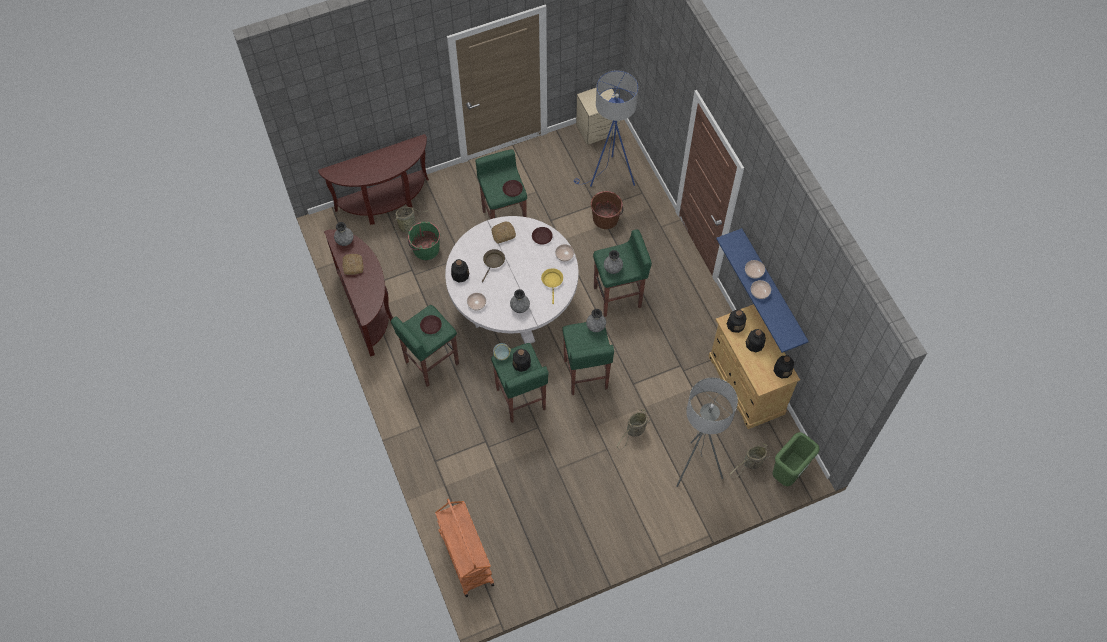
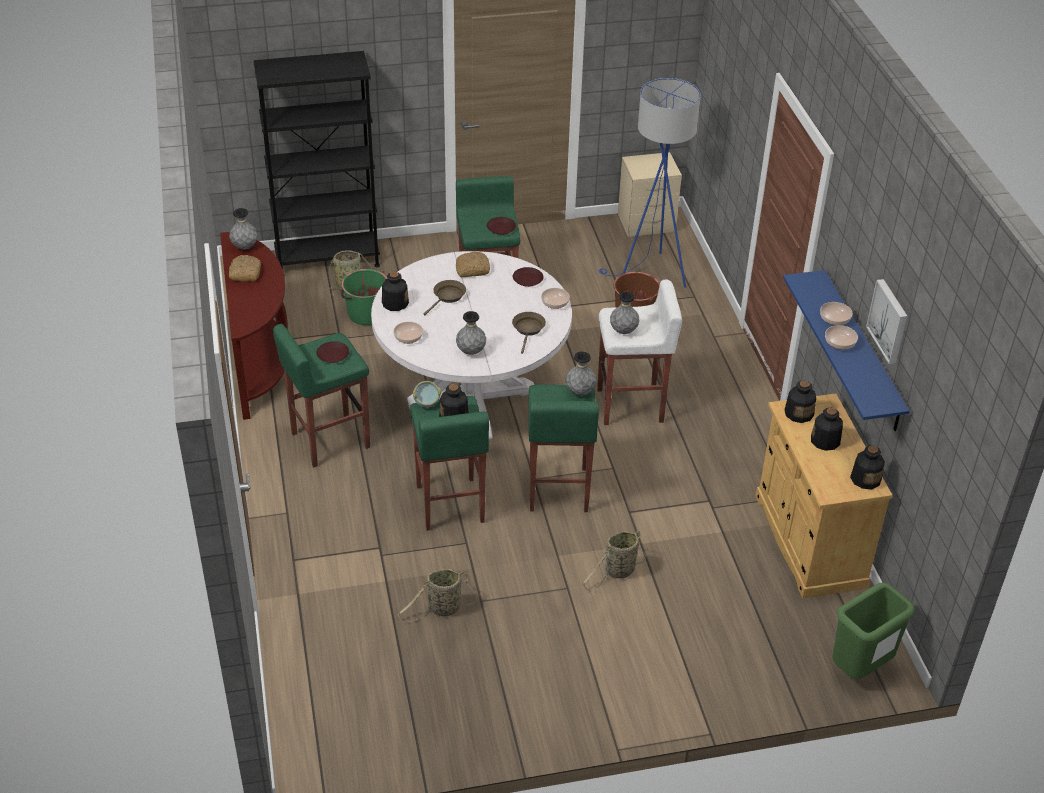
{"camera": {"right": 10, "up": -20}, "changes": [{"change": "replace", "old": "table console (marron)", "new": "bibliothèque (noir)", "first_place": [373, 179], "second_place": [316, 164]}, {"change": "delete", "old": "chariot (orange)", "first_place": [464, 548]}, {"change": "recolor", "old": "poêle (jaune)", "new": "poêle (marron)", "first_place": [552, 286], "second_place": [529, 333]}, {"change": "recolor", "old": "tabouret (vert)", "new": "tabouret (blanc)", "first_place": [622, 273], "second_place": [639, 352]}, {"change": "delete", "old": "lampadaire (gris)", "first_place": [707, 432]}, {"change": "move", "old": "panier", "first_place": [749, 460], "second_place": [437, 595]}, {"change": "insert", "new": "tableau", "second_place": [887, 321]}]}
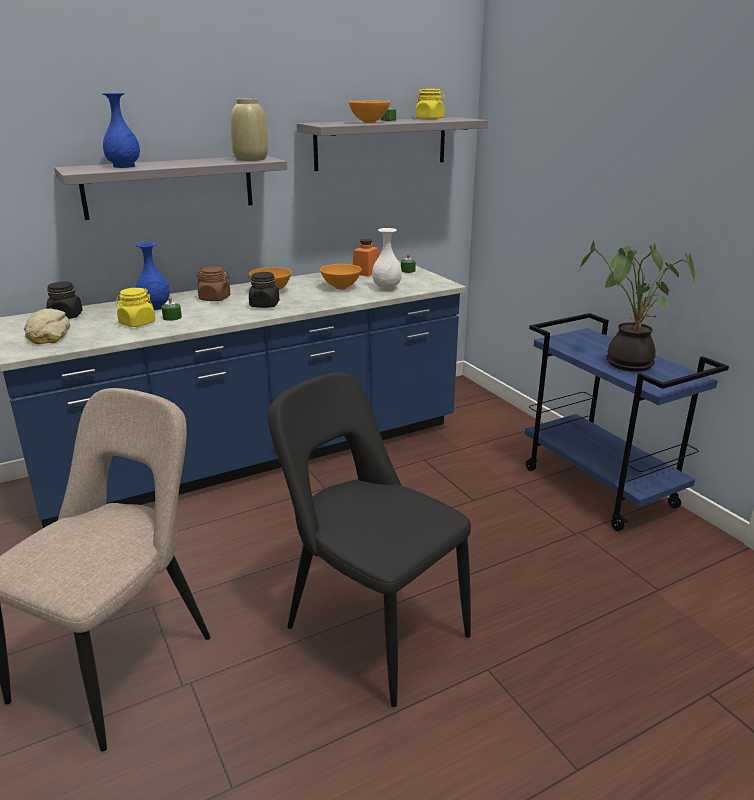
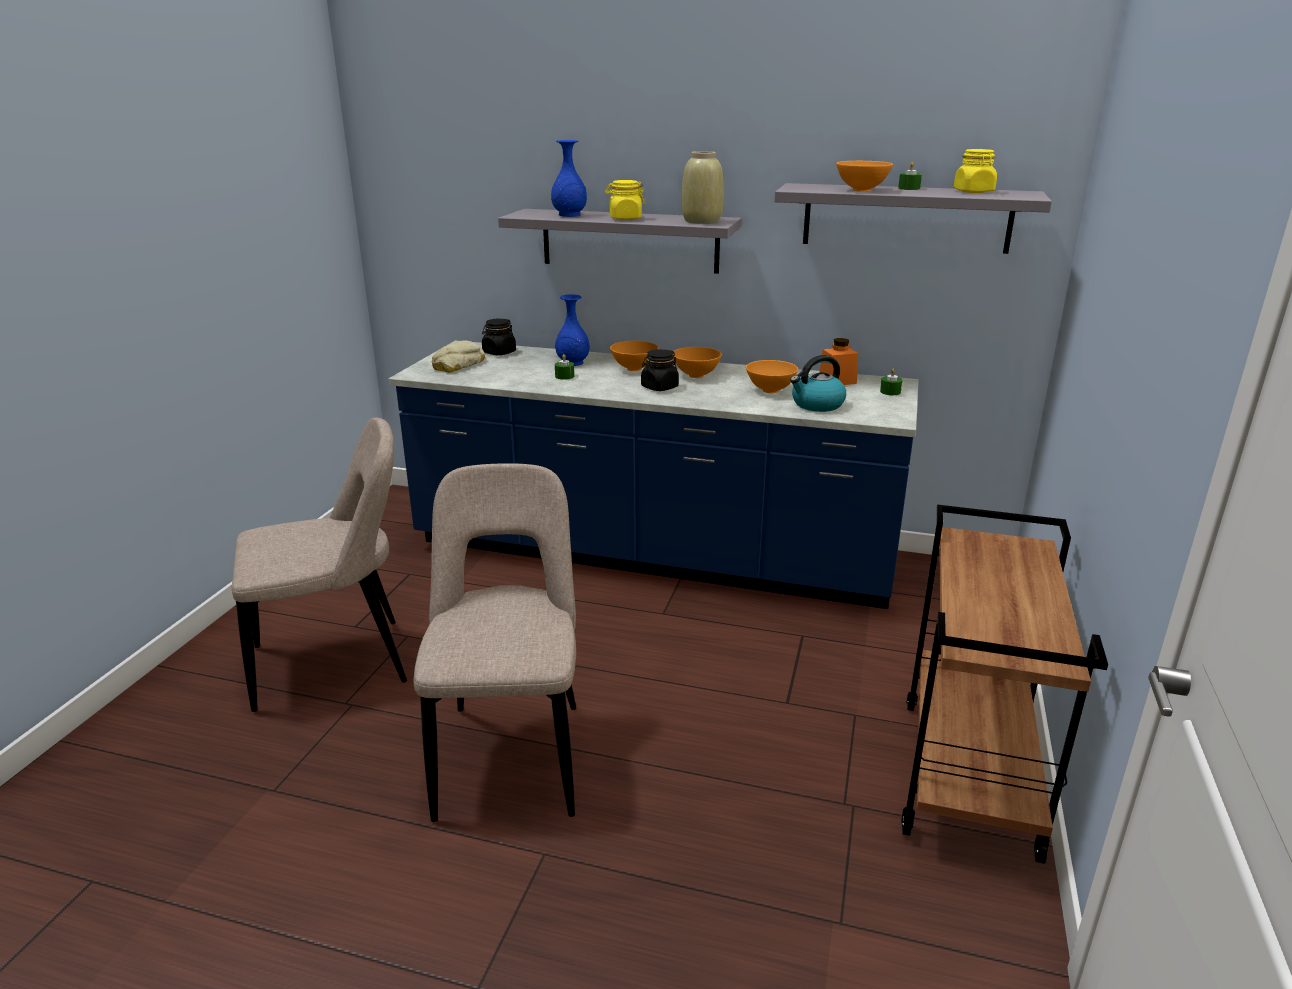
{"camera": {"right": 45, "up": 0}, "changes": [{"change": "move", "old": "bocal (jaune)", "first_place": [135, 307], "second_place": [625, 200]}, {"change": "replace", "old": "bocal (marron)", "new": "bol (orange)", "first_place": [213, 283], "second_place": [634, 356]}, {"change": "recolor", "old": "chaise (noir)", "new": "chaise (beige)", "first_place": [369, 539], "second_place": [494, 642]}, {"change": "replace", "old": "vase (blanc)", "new": "bouilloire", "first_place": [387, 259], "second_place": [818, 383]}, {"change": "recolor", "old": "chariot (bleu)", "new": "chariot (marron)", "first_place": [627, 422], "second_place": [1004, 684]}, {"change": "delete", "old": "plante en pot", "first_place": [637, 306]}]}
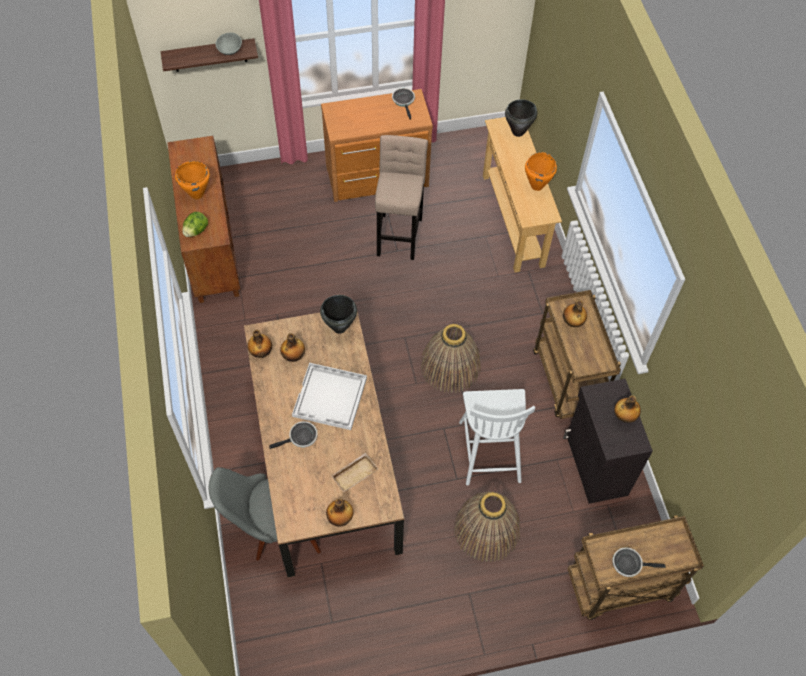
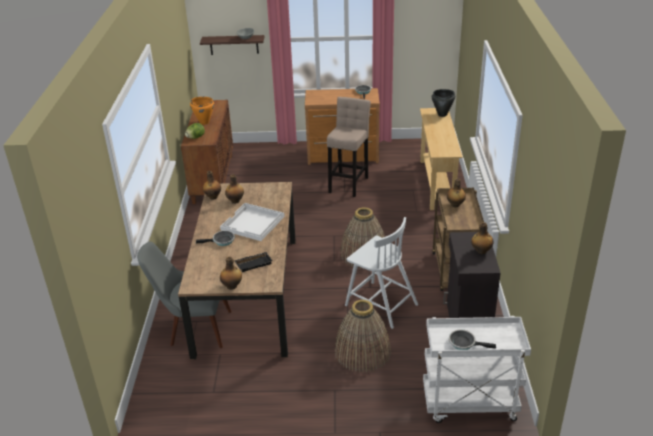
{"camera": {"right": 15, "up": -25}, "changes": [{"change": "delete", "old": "marmite (noir)", "first_place": [338, 314]}, {"change": "recolor", "old": "plateau (beige)", "new": "plateau (noir)", "first_place": [354, 472], "second_place": [253, 262]}, {"change": "rotate", "old": "chaise (blanc)", "first_place": [497, 437], "second_place": [381, 273], "degrees": -60}, {"change": "delete", "old": "marmite (orange)", "first_place": [541, 171]}, {"change": "recolor", "old": "chariot (marron)", "new": "chariot (blanc)", "first_place": [635, 567], "second_place": [477, 369]}]}
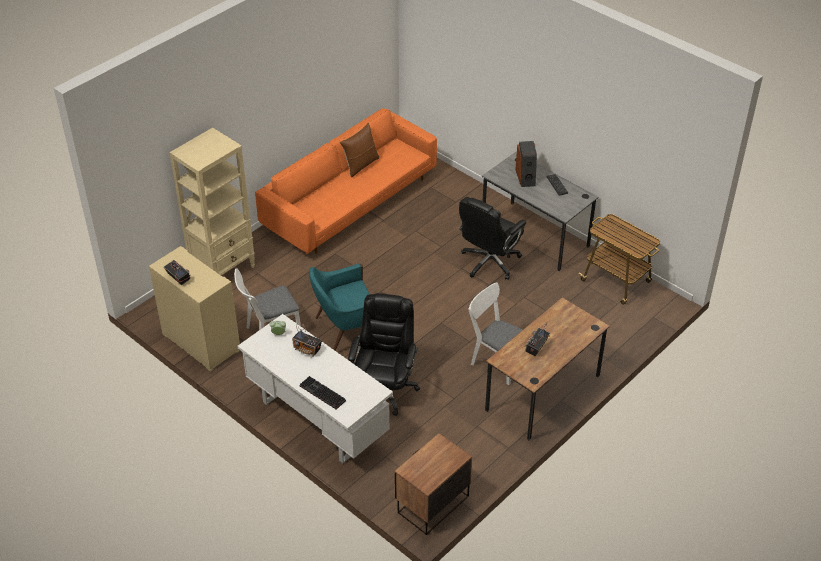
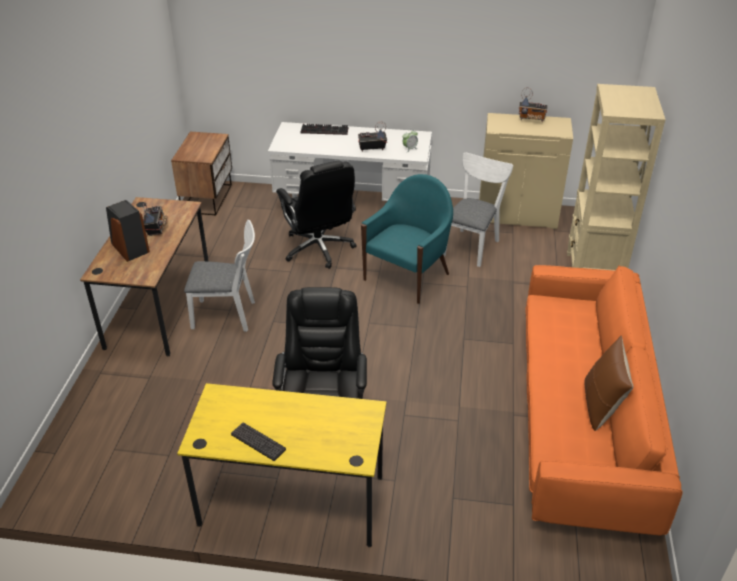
{"camera": {"right": 145, "up": -5}, "changes": [{"change": "recolor", "old": "bureau (gris)", "new": "bureau (jaune)", "first_place": [540, 211], "second_place": [281, 465]}, {"change": "move", "old": "enceinte", "first_place": [526, 164], "second_place": [128, 231]}, {"change": "delete", "old": "chariot", "first_place": [619, 259]}]}
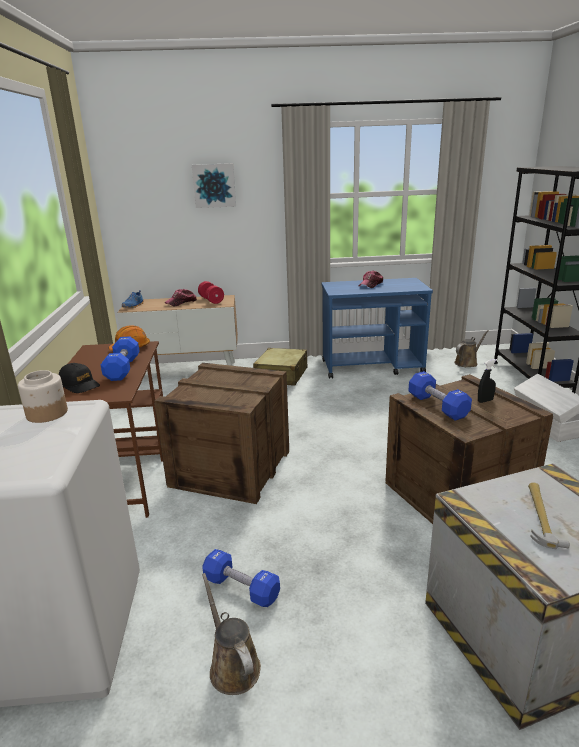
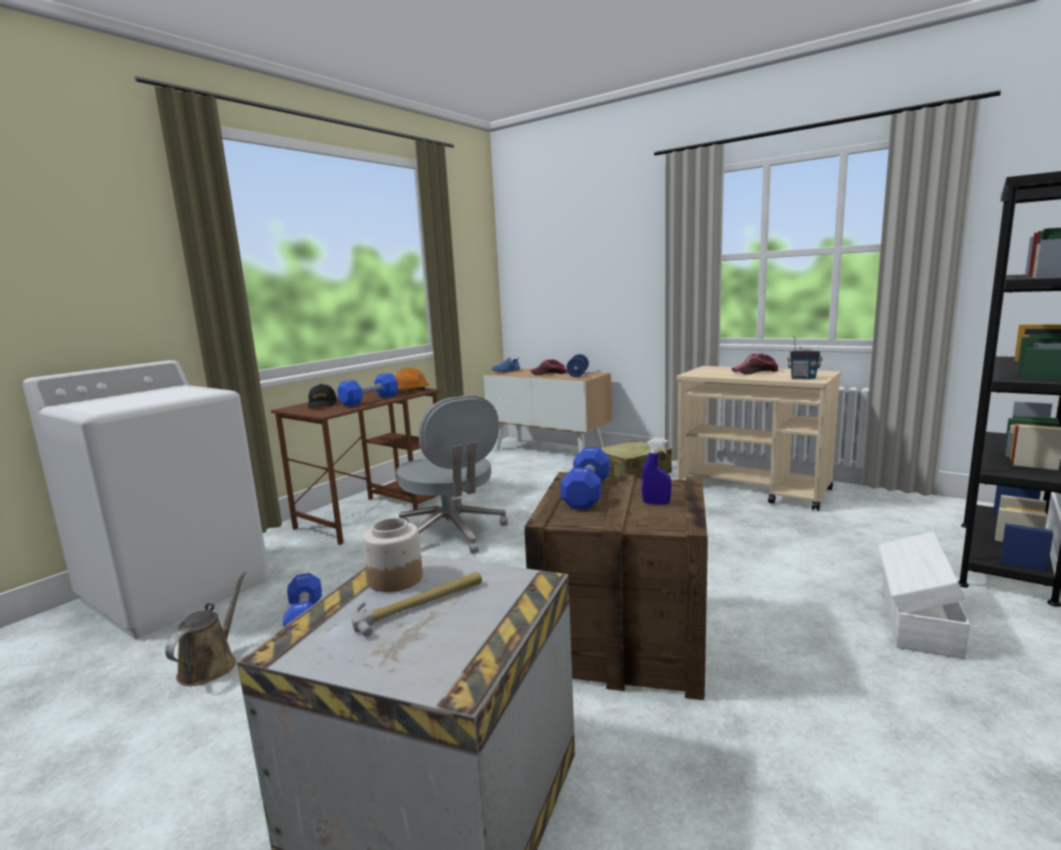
{"camera": {"right": 40, "up": -10}, "changes": [{"change": "move", "old": "bocal", "first_place": [43, 396], "second_place": [393, 555]}, {"change": "replace", "old": "caisse", "new": "chaise de bureau (gris)", "first_place": [221, 433], "second_place": [452, 474]}, {"change": "delete", "old": "tableau", "first_place": [214, 185]}, {"change": "recolor", "old": "haltère (rouge)", "new": "haltère (bleu)", "first_place": [211, 292], "second_place": [577, 365]}, {"change": "recolor", "old": "chariot (bleu)", "new": "chariot (beige)", "first_place": [377, 328], "second_place": [759, 438]}, {"change": "delete", "old": "arrosoir (marron)", "first_place": [471, 348]}, {"change": "recolor", "old": "vaporisateur (noir)", "new": "vaporisateur (bleu)", "first_place": [487, 381], "second_place": [656, 472]}, {"change": "insert", "new": "radio", "second_place": [804, 357]}]}
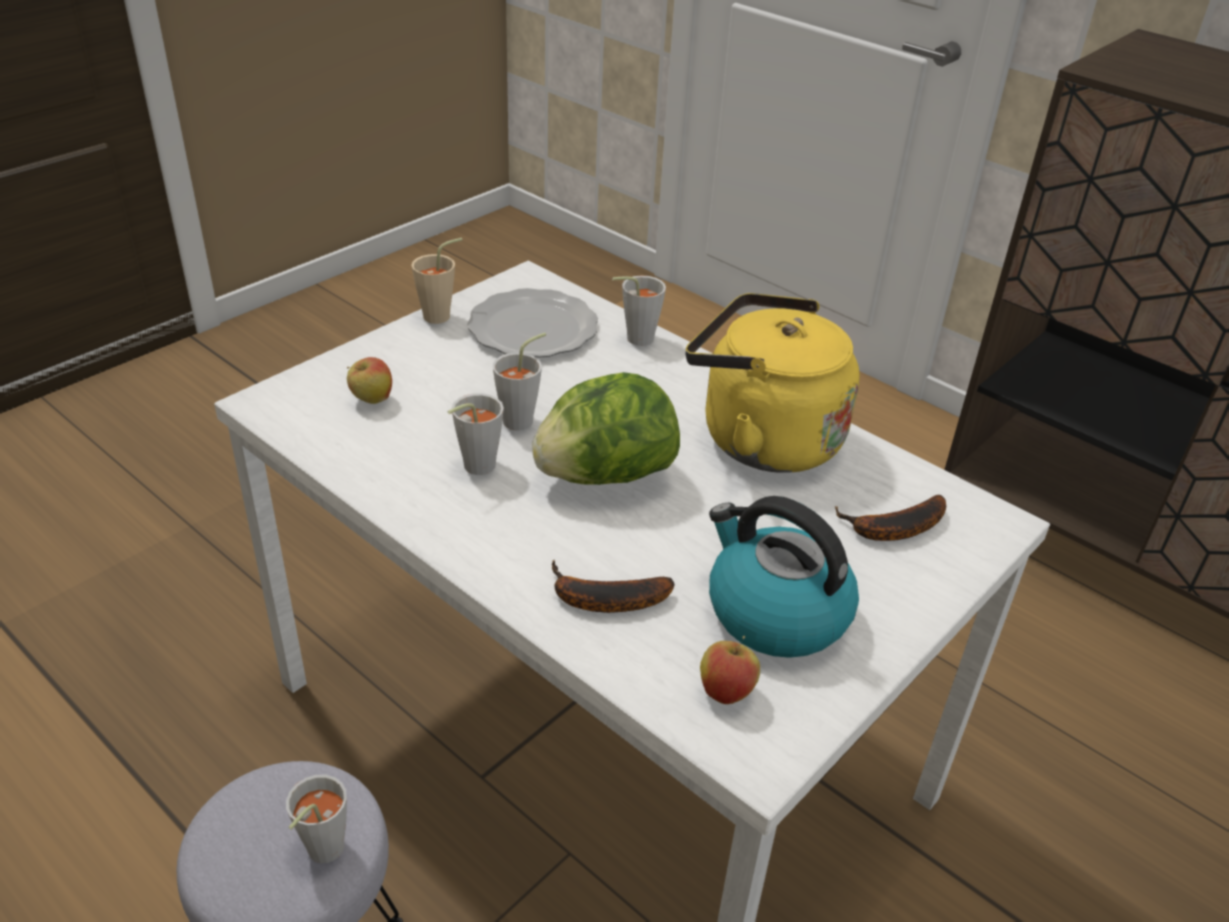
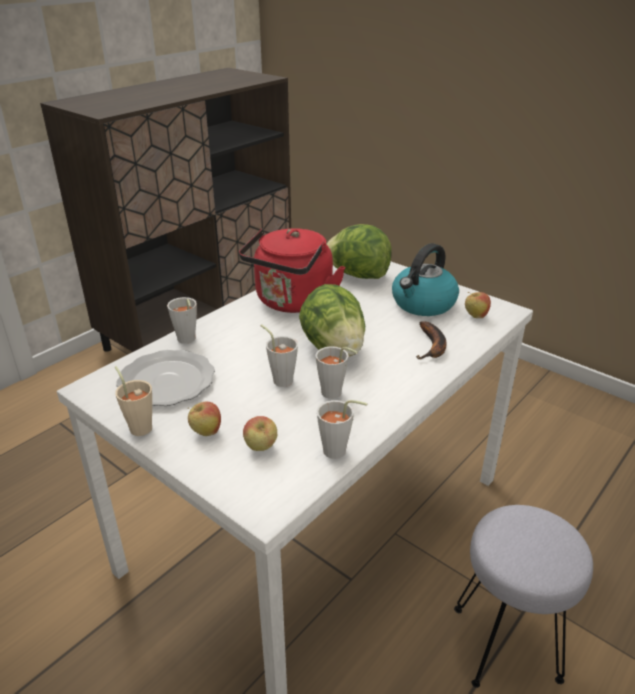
{"camera": {"right": -90, "up": -5}, "changes": [{"change": "move", "old": "tasse (gris)", "first_place": [316, 819], "second_place": [342, 429]}, {"change": "recolor", "old": "bouilloire (jaune)", "new": "bouilloire (rouge)", "first_place": [772, 383], "second_place": [292, 270]}, {"change": "replace", "old": "banane", "new": "laitue", "first_place": [890, 518], "second_place": [358, 251]}, {"change": "insert", "new": "pomme", "second_place": [204, 419]}]}
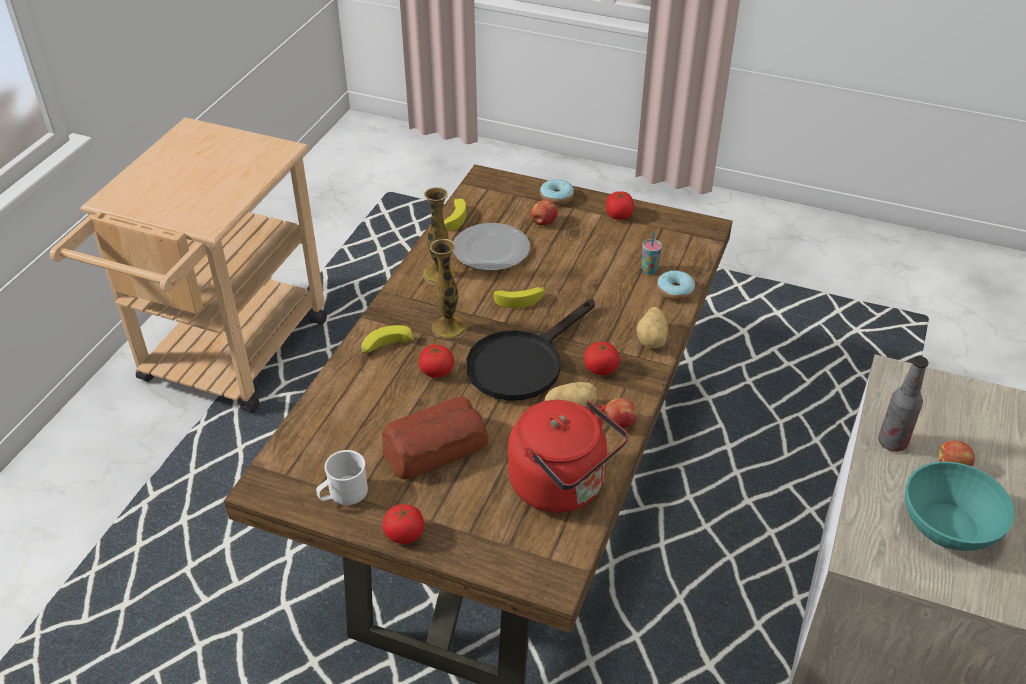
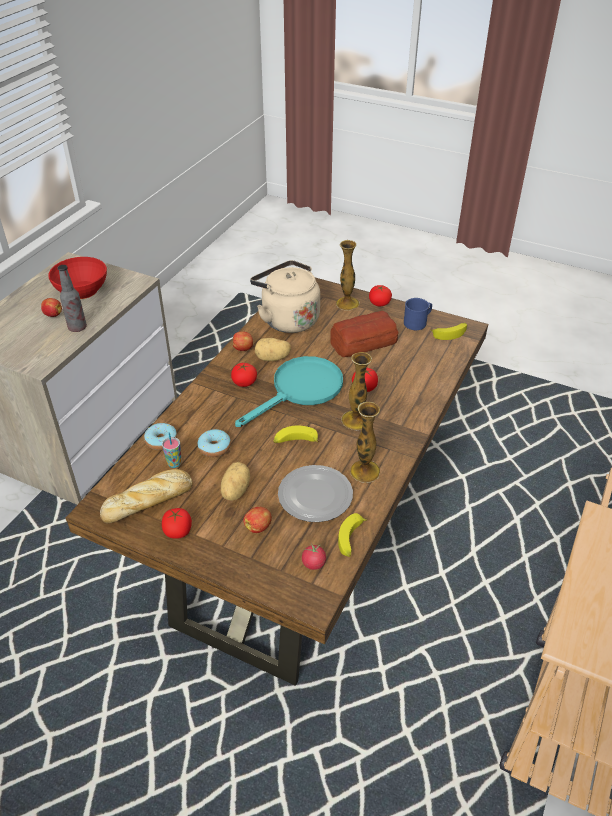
{"camera": {"right": -175, "up": 0}, "changes": [{"change": "recolor", "old": "mug (blanc)", "new": "mug (bleu)", "first_place": [342, 477], "second_place": [418, 314]}, {"change": "move", "old": "banane", "first_place": [388, 339], "second_place": [448, 331]}, {"change": "recolor", "old": "poêle (noir)", "new": "poêle (turquoise)", "first_place": [530, 350], "second_place": [289, 391]}, {"change": "recolor", "old": "bouilloire (rouge)", "new": "bouilloire (beige)", "first_place": [568, 456], "second_place": [285, 296]}, {"change": "move", "old": "beignet", "first_place": [557, 192], "second_place": [214, 443]}, {"change": "move", "old": "pomme de terre", "first_place": [652, 327], "second_place": [235, 481]}, {"change": "recolor", "old": "bol (turquoise)", "new": "bol (rouge)", "first_place": [960, 506], "second_place": [77, 278]}, {"change": "insert", "new": "pain", "second_place": [146, 496]}, {"change": "insert", "new": "tomate", "second_place": [314, 556]}, {"change": "insert", "new": "vase", "second_place": [348, 275]}]}
